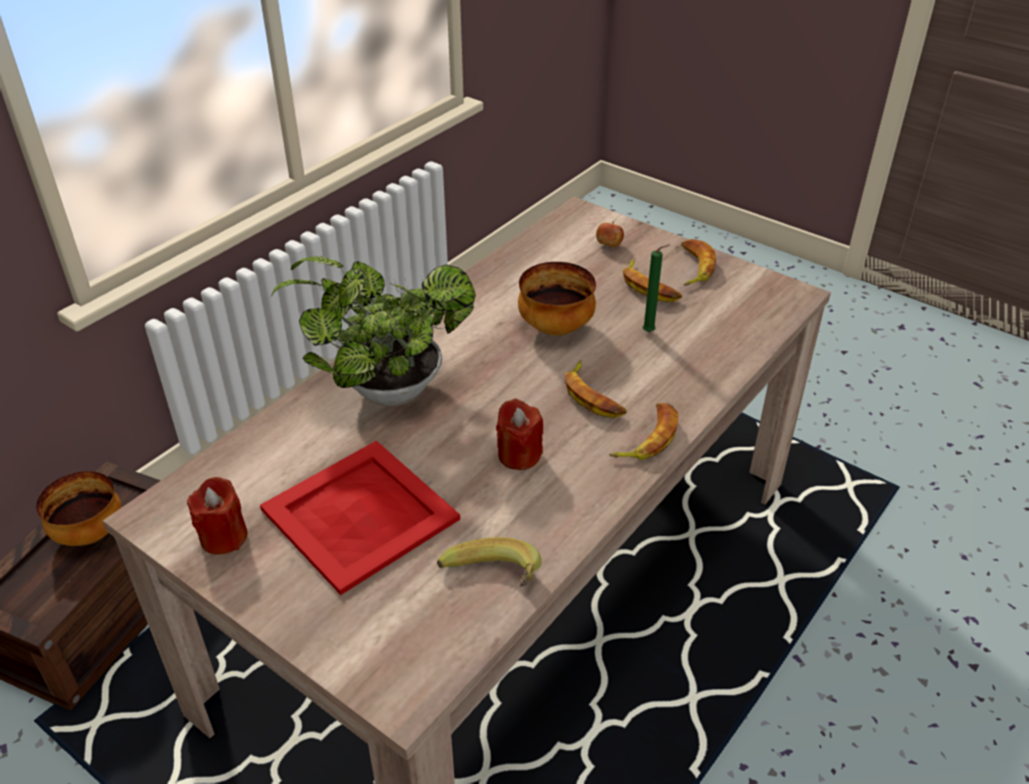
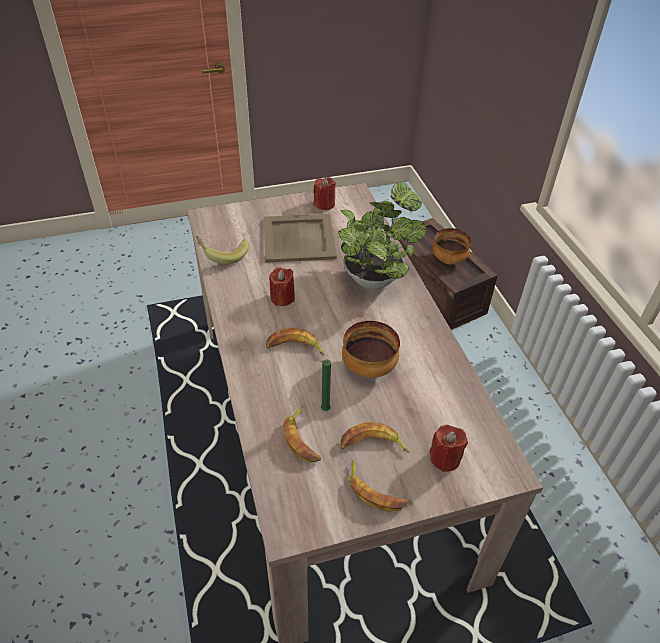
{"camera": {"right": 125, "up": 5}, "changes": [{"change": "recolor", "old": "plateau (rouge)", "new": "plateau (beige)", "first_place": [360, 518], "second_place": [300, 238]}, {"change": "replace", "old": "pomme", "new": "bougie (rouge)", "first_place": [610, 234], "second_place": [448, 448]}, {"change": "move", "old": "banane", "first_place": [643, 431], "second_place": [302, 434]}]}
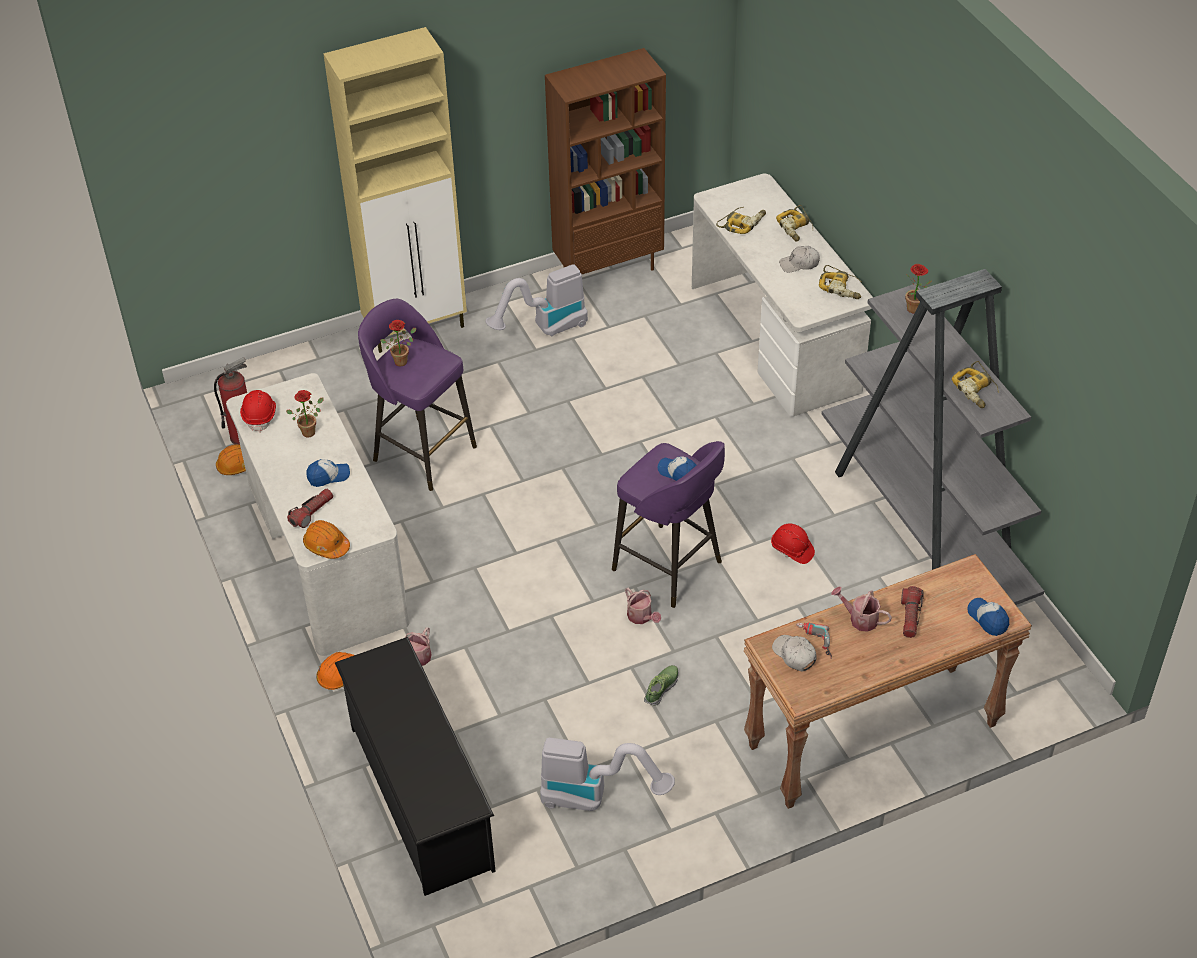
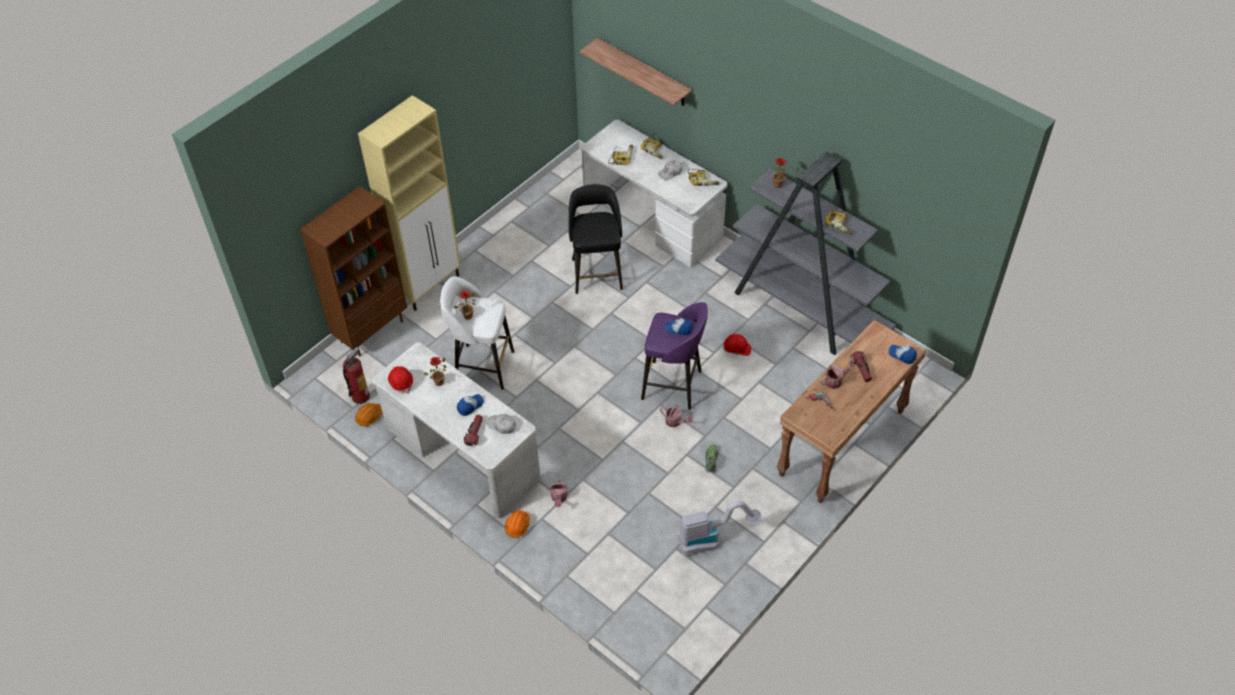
{"camera": {"right": -25, "up": 5}, "changes": [{"change": "delete", "old": "casque de chantier (orange)", "first_place": [326, 539]}, {"change": "delete", "old": "étagère à chaussures (noir)", "first_place": [415, 766]}, {"change": "recolor", "old": "tabouret (violet)", "new": "tabouret (blanc)", "first_place": [417, 395], "second_place": [478, 333]}, {"change": "delete", "old": "aspirateur", "first_place": [536, 300]}, {"change": "move", "old": "bibliothèque (marron)", "first_place": [605, 161], "second_place": [353, 271]}, {"change": "move", "old": "casquette (blanc)", "first_place": [794, 653], "second_place": [501, 424]}, {"change": "rotate", "old": "arrosoir", "first_place": [861, 609], "second_place": [837, 375], "degrees": 150}, {"change": "insert", "new": "tabouret (noir)", "second_place": [595, 239]}, {"change": "insert", "new": "étagère", "second_place": [635, 72]}]}
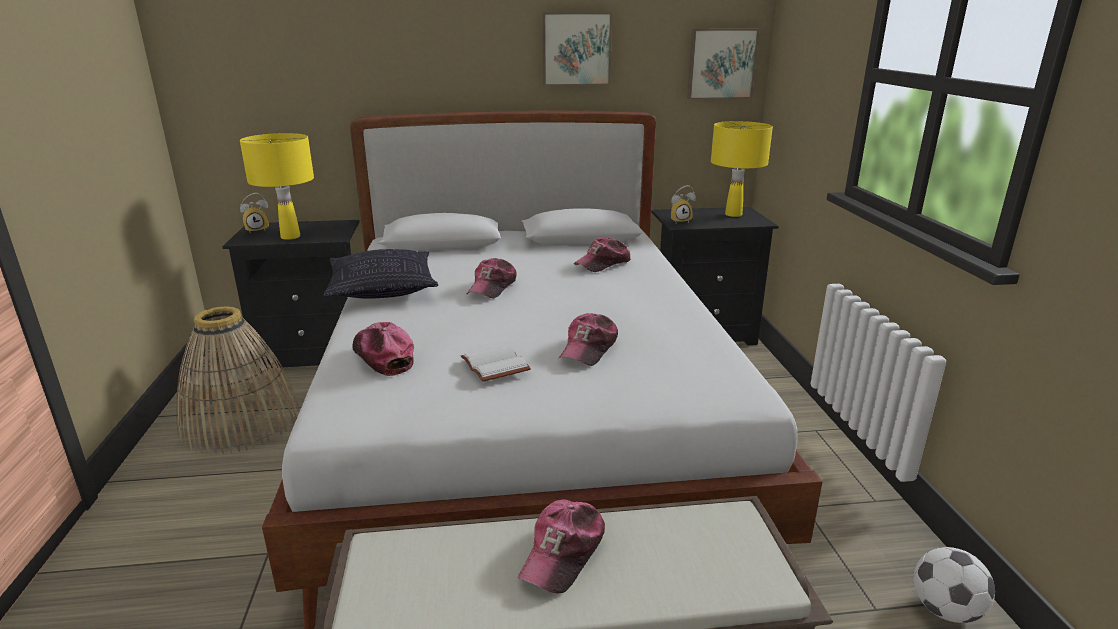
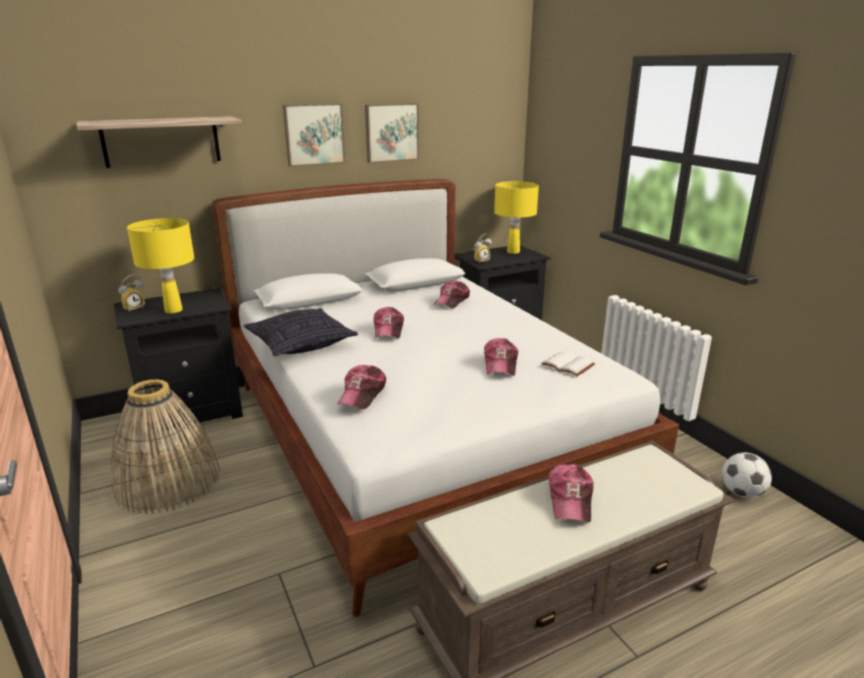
{"camera": {"right": -20, "up": 0}, "changes": [{"change": "rotate", "old": "casquette", "first_place": [383, 349], "second_place": [362, 387], "degrees": -105}, {"change": "move", "old": "livre (blanc)", "first_place": [496, 363], "second_place": [568, 363]}, {"change": "move", "old": "tableau", "first_place": [723, 64], "second_place": [314, 135]}, {"change": "insert", "new": "étagère", "second_place": [159, 142]}]}
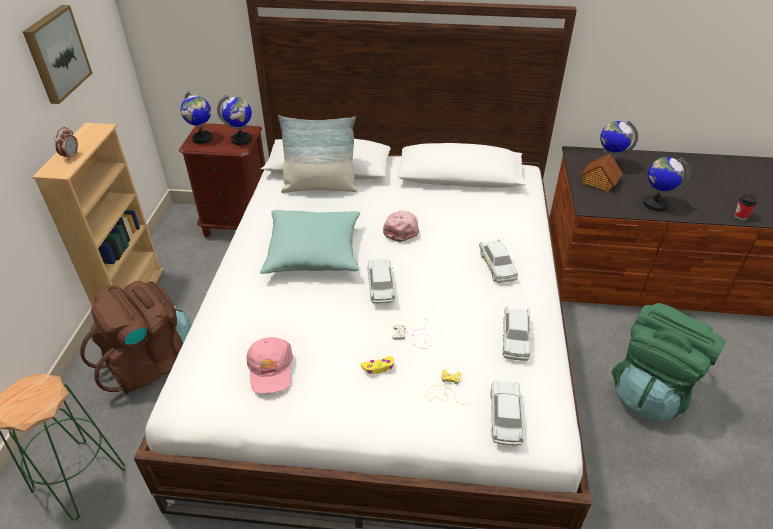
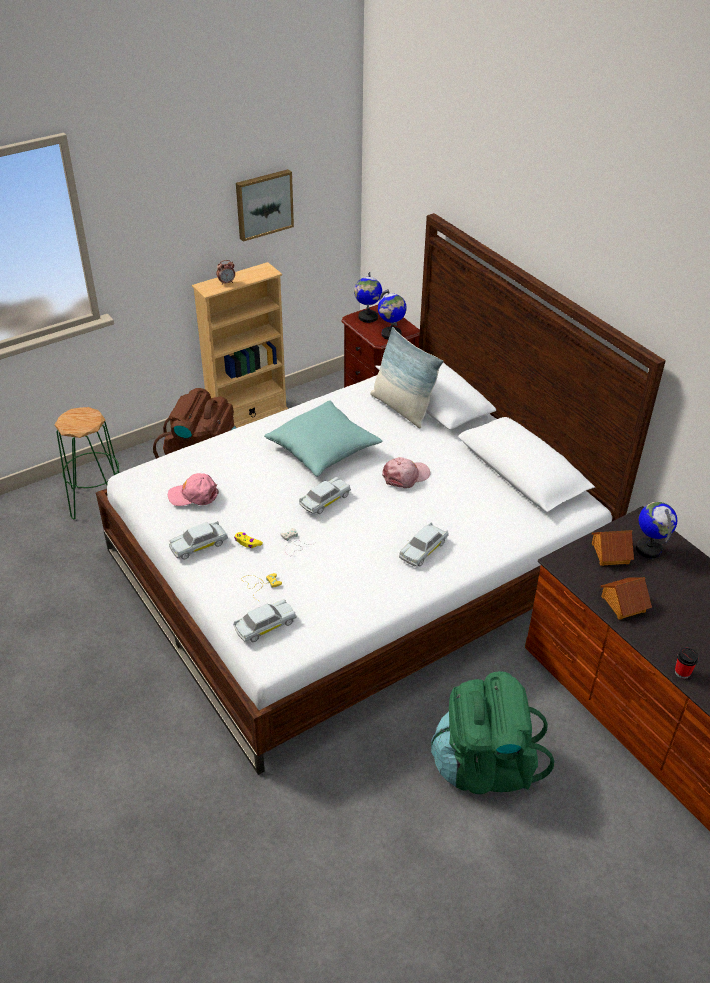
{"camera": {"right": 50, "up": 0}, "changes": [{"change": "rotate", "old": "casquette (rose)", "first_place": [269, 365], "second_place": [193, 489], "degrees": 45}, {"change": "move", "old": "petite voiture (blanc)", "first_place": [516, 333], "second_place": [198, 540]}, {"change": "replace", "old": "globe", "new": "maison miniature", "first_place": [666, 184], "second_place": [626, 598]}]}
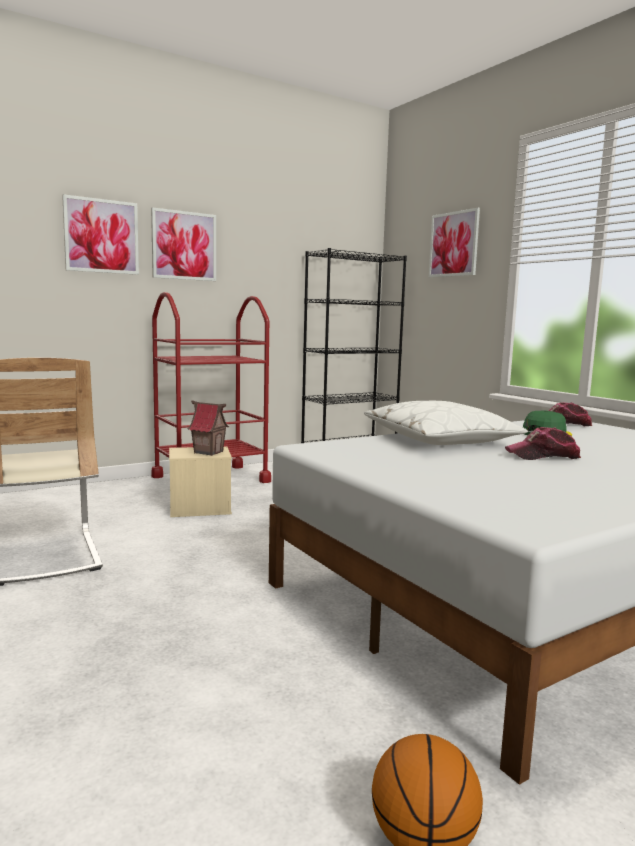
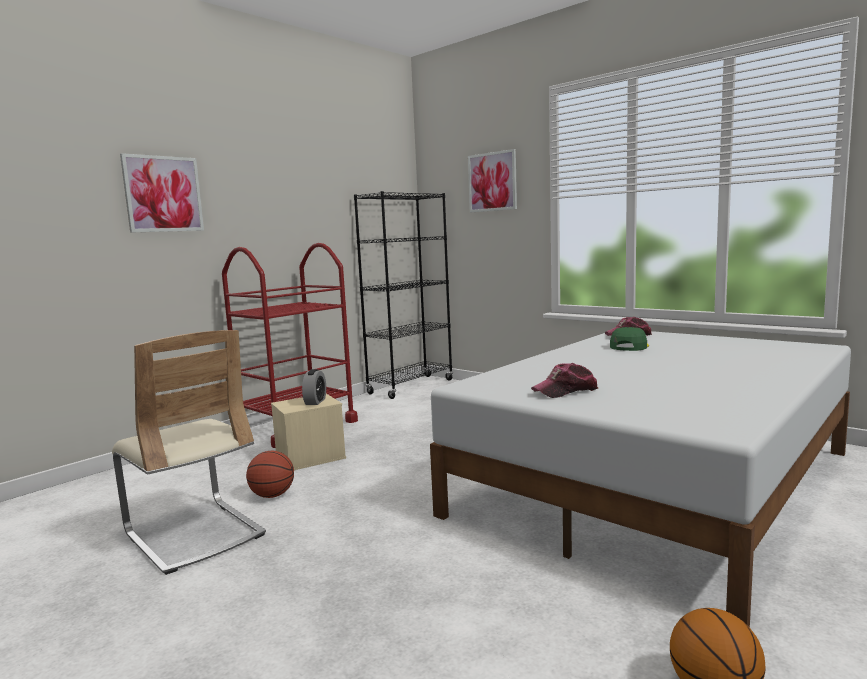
{"camera": {"right": -15, "up": 0}, "changes": [{"change": "delete", "old": "tableau", "first_place": [183, 244]}, {"change": "replace", "old": "maison miniature", "new": "réveil", "first_place": [208, 428], "second_place": [314, 387]}, {"change": "delete", "old": "coussin (blanc)", "first_place": [446, 423]}, {"change": "move", "old": "casquette", "first_place": [543, 443], "second_place": [564, 380]}, {"change": "insert", "new": "ballon de basket", "second_place": [270, 474]}]}
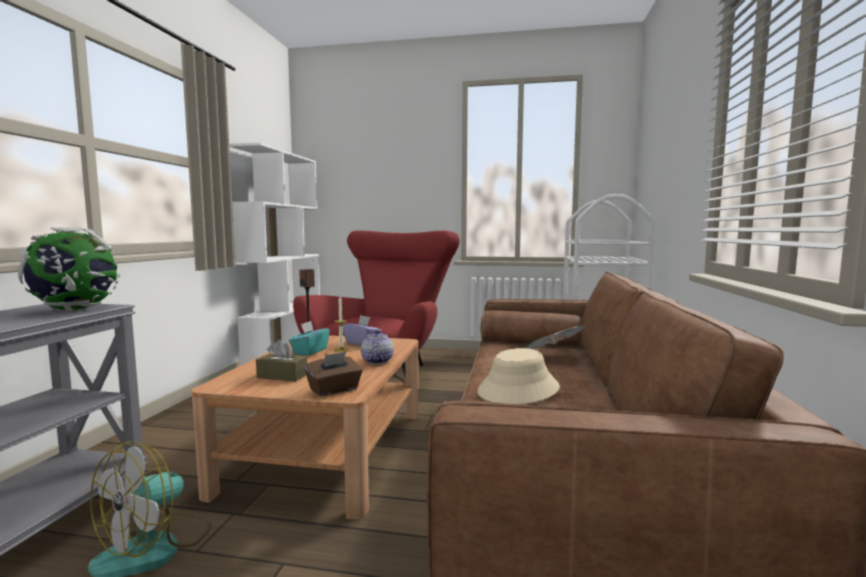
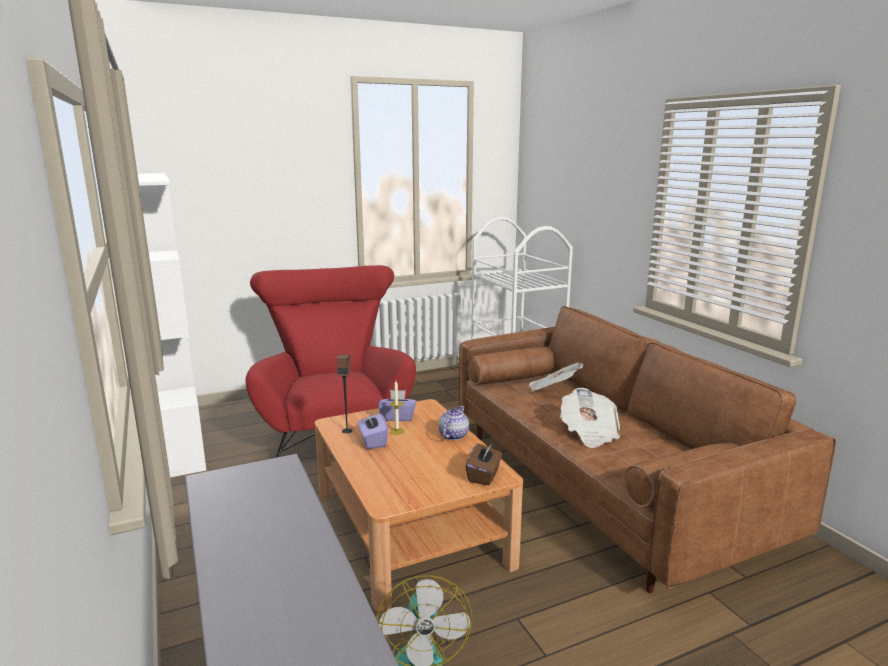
{"camera": {"right": -35, "up": 10}, "changes": [{"change": "delete", "old": "globe", "first_place": [69, 269]}, {"change": "delete", "old": "boîte à mouchoirs (marron)", "first_place": [281, 361]}, {"change": "recolor", "old": "boîte à mouchoirs (turquoise)", "new": "boîte à mouchoirs (violet)", "first_place": [309, 338], "second_place": [373, 430]}, {"change": "rotate", "old": "théière", "first_place": [377, 347], "second_place": [453, 423], "degrees": 60}, {"change": "replace", "old": "chapeau (beige)", "new": "journal", "first_place": [518, 376], "second_place": [590, 418]}]}
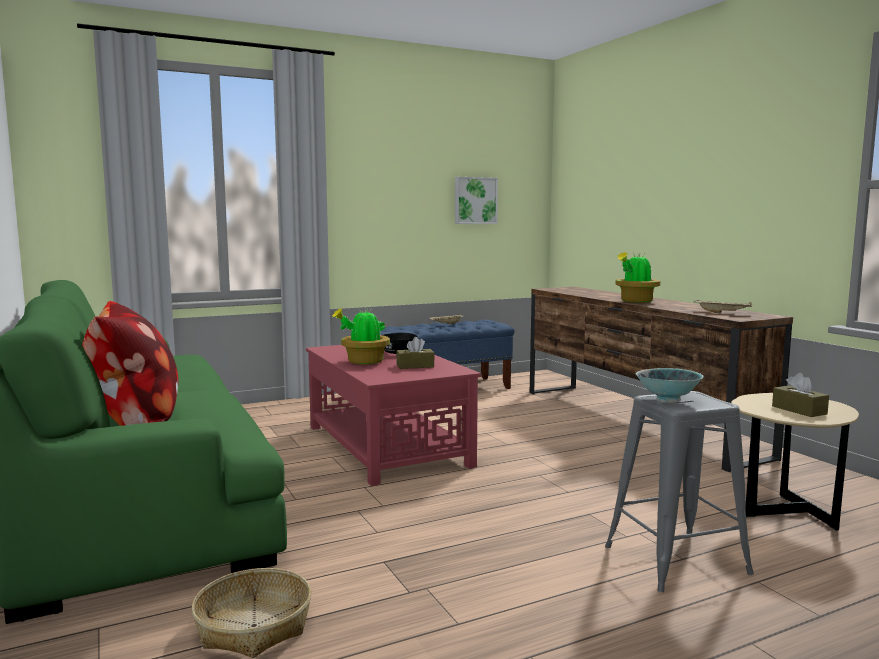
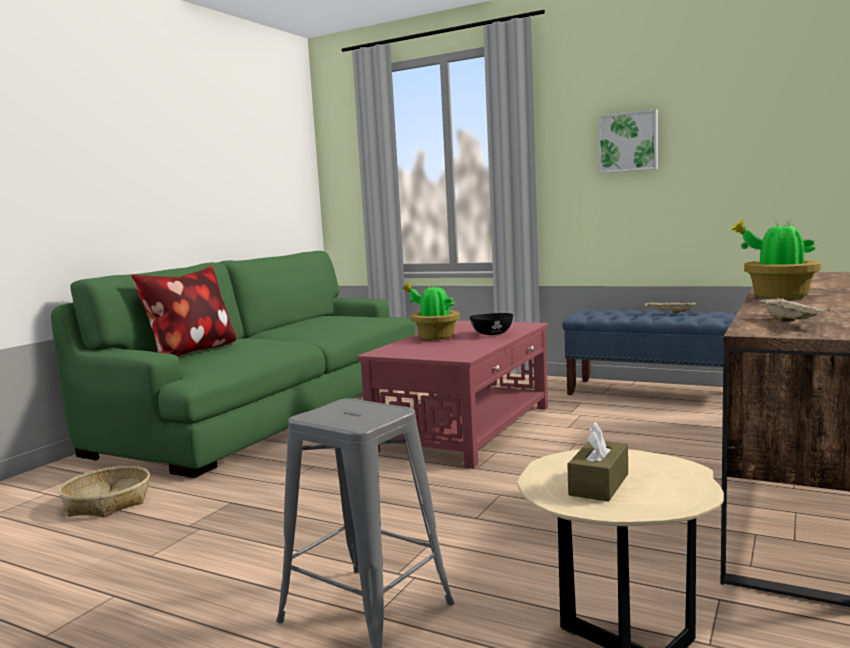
{"camera": {"right": 55, "up": 0}, "changes": [{"change": "delete", "old": "boîte à mouchoirs (marron)", "first_place": [415, 353]}, {"change": "move", "old": "tableau", "first_place": [476, 200], "second_place": [628, 141]}, {"change": "delete", "old": "bol", "first_place": [669, 385]}]}
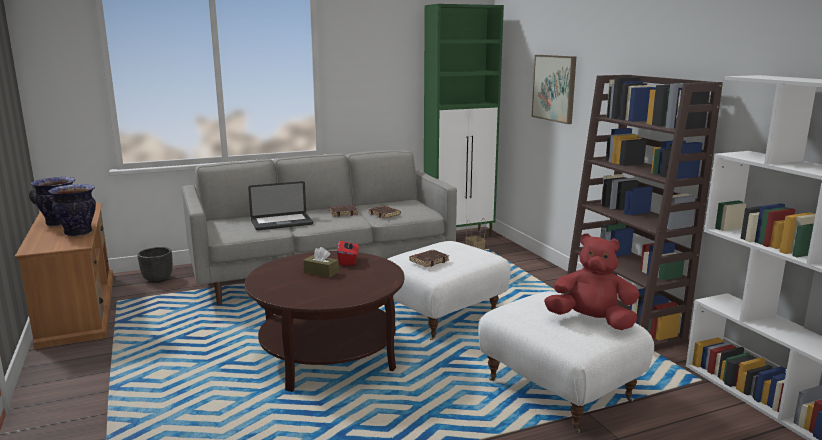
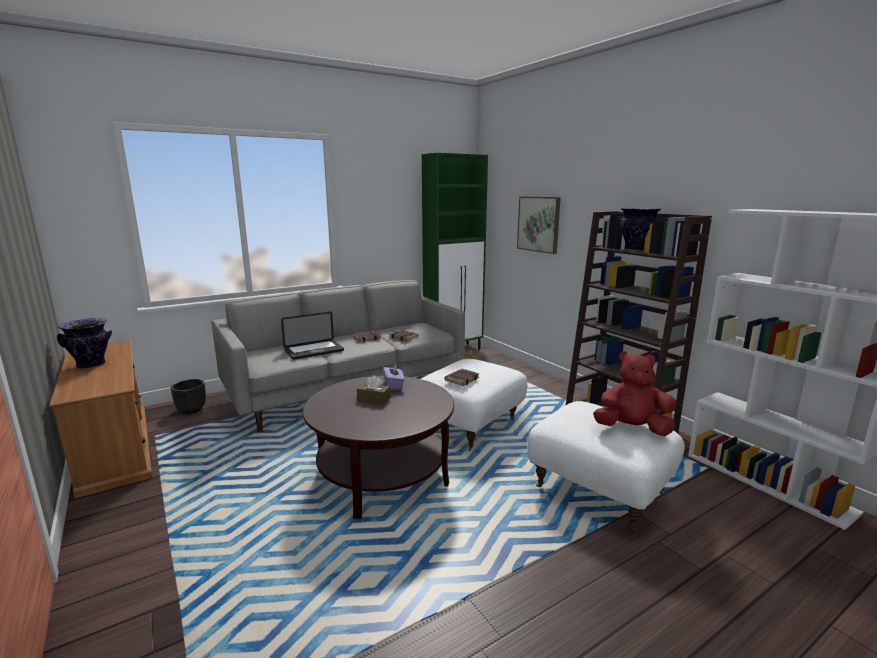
{"camera": {"right": -10, "up": 0}, "changes": [{"change": "move", "old": "vase", "first_place": [72, 210], "second_place": [641, 229]}, {"change": "recolor", "old": "boîte à mouchoirs (rouge)", "new": "boîte à mouchoirs (violet)", "first_place": [348, 251], "second_place": [393, 377]}]}
